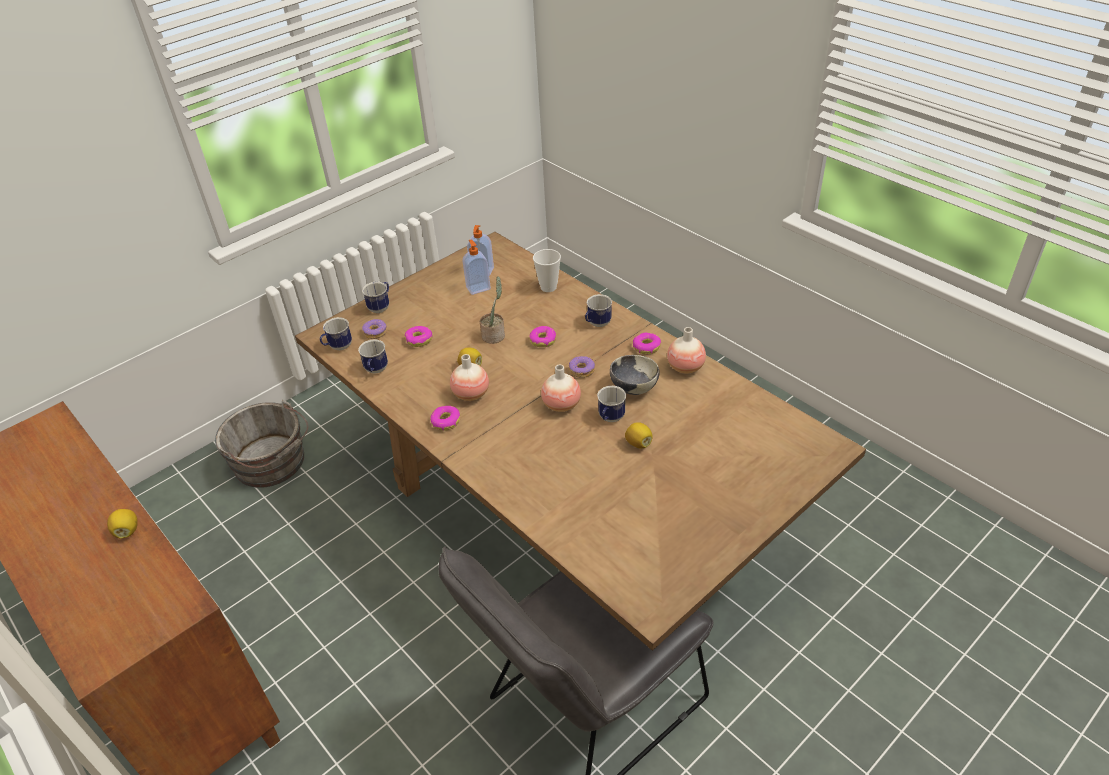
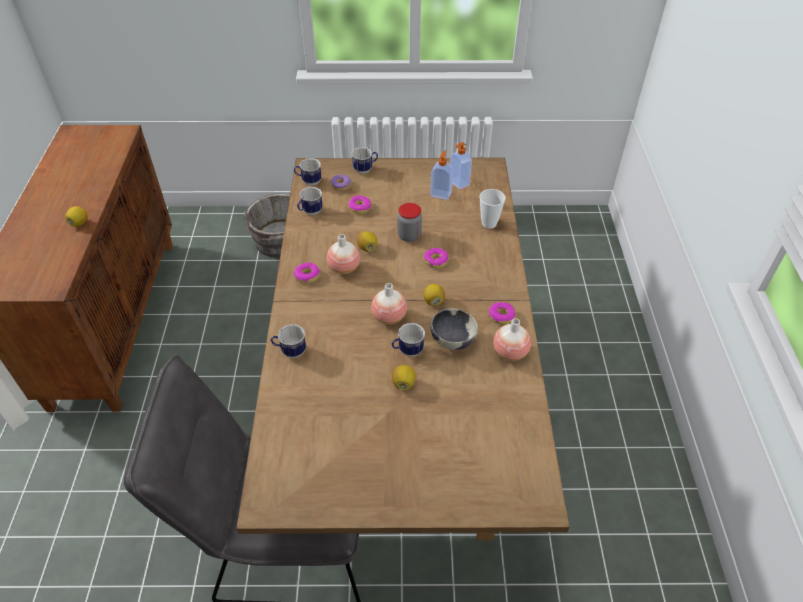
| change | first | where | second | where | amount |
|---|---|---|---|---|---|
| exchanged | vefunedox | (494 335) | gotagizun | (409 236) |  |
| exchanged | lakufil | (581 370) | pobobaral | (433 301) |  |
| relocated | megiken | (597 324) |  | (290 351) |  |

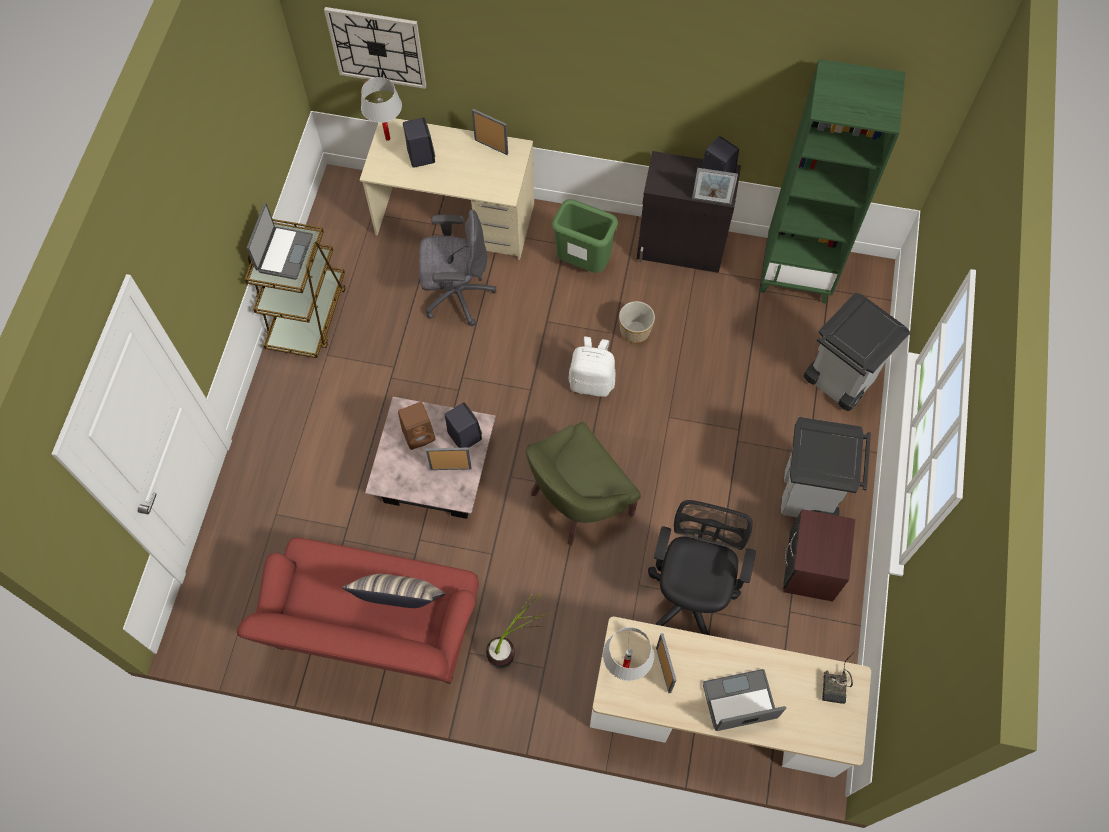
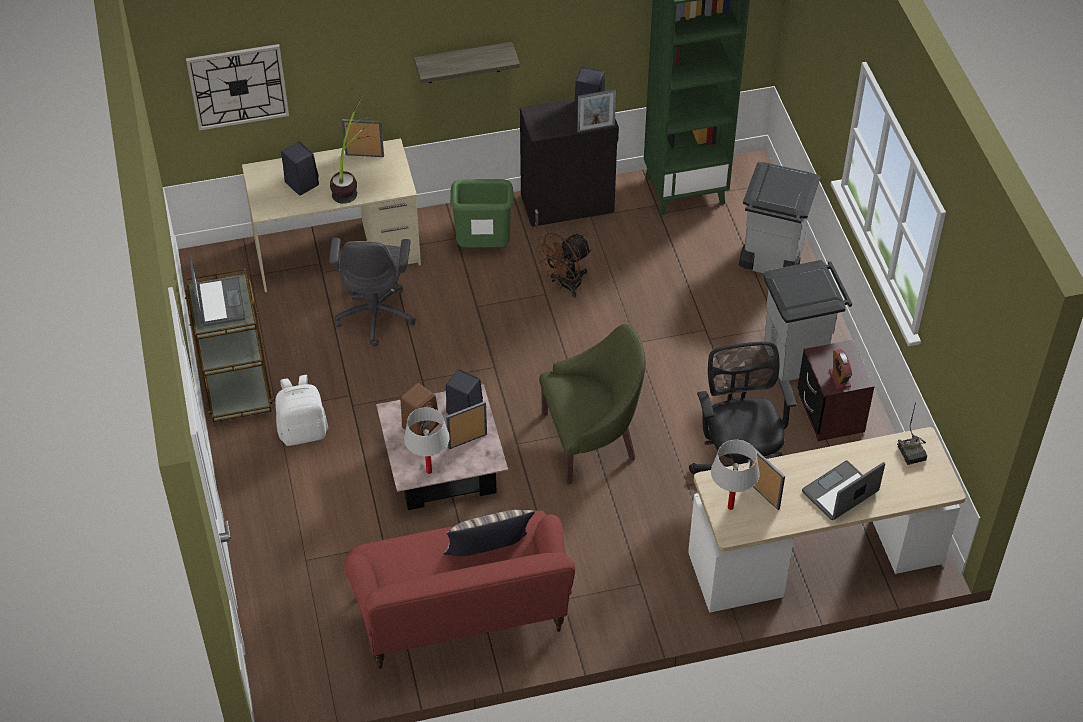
| change | first | where | second | where | amount |
|---|---|---|---|---|---|
| relocated | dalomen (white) | (388 138) |  | (429 471) |  |
| spun | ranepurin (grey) | (456 295) |  | (376 314) | 120 degrees clockwise |
| relocated | vefunedox | (514 644) |  | (352 184) |  |
| spun | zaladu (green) | (577 500) |  | (591 440) | 135 degrees counterclockwise |
| relocated | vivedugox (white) | (592 381) |  | (303 431) |  |
| exchanged | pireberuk | (635 331) | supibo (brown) | (565 285) |  |
| appeared |  |  | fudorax | (463 63) |  |
| appeared |  |  | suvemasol | (839 378) |  |

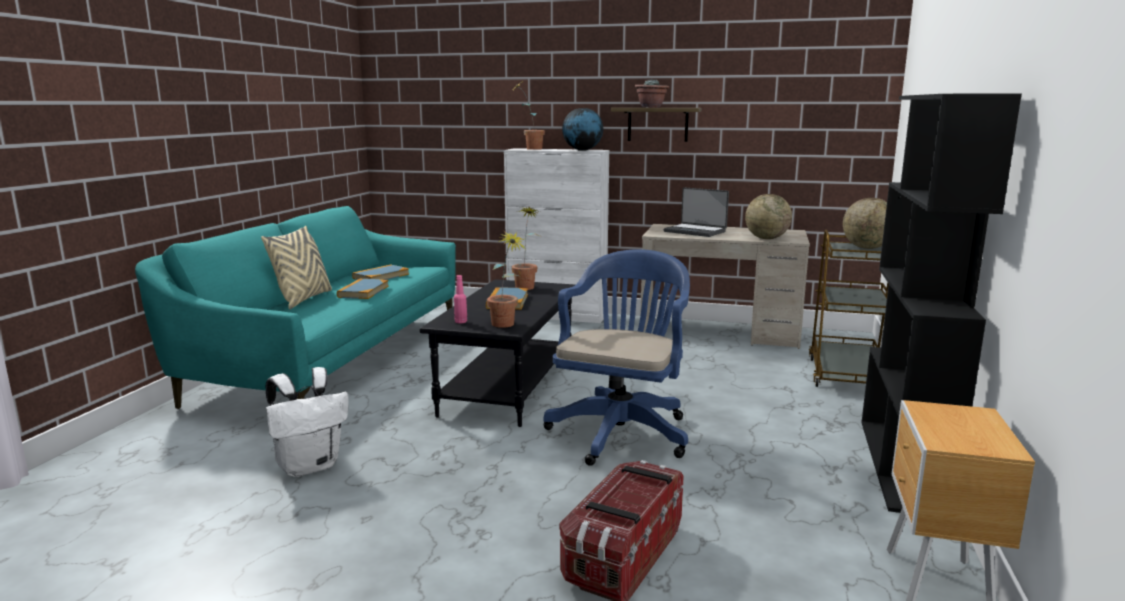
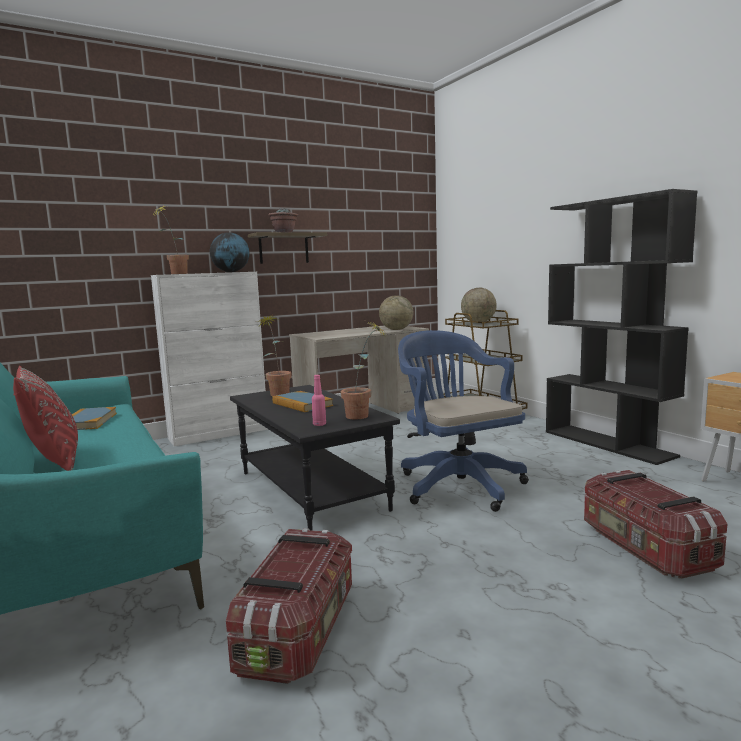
| change | first | where | second | where | amount |
|---|---|---|---|---|---|
| colour | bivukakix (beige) | (303 299) | bivukakix (red) | (54 461) |  |
| exchanged | vivedugox (white) | (310 466) | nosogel | (299 630) |  |
| missing | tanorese | (363 291) |  |  |  |
| missing | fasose | (695 231) |  |  |  |

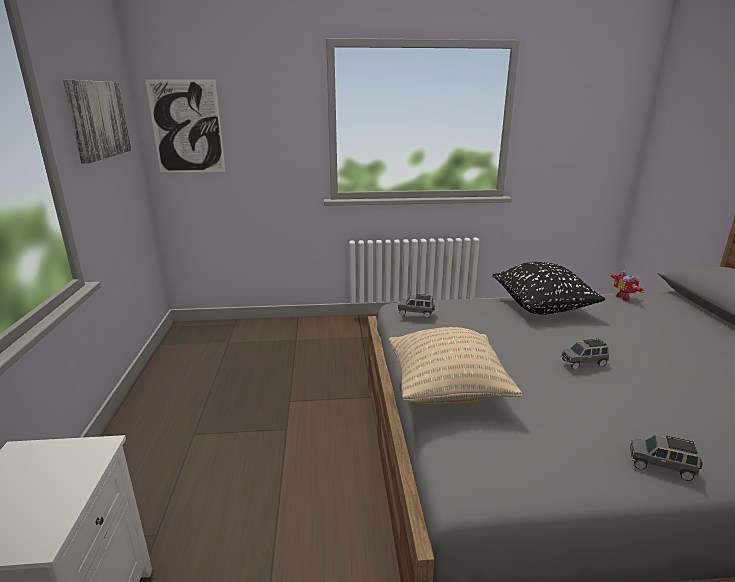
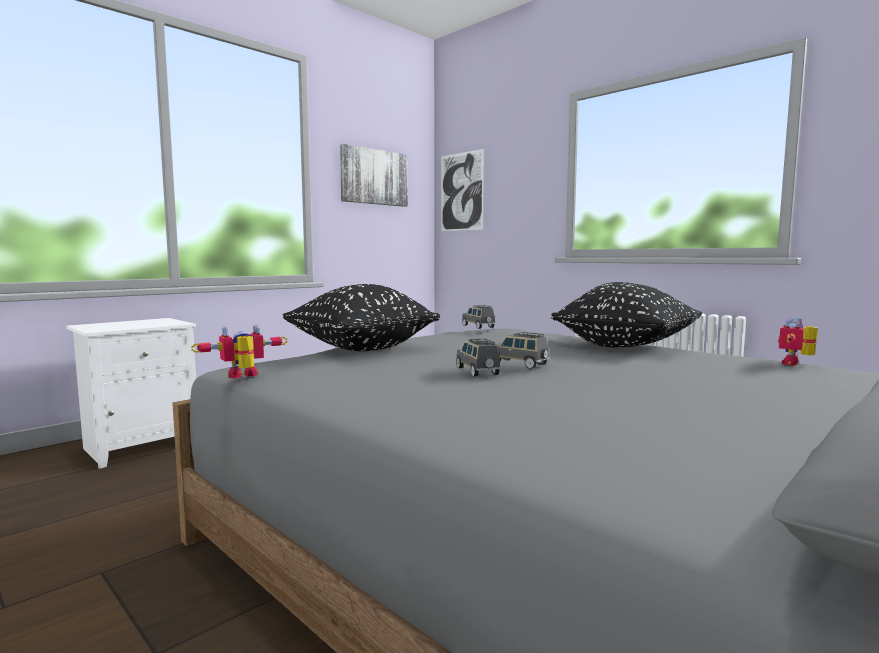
| change | first | where | second | where | amount |
|---|---|---|---|---|---|
| colour | bivukakix (beige) | (447 391) | bivukakix (black) | (362 348) |  |
| relocated | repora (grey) | (661 466) |  | (477 371) |  |
| appeared |  |  | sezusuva | (244 377) |  |

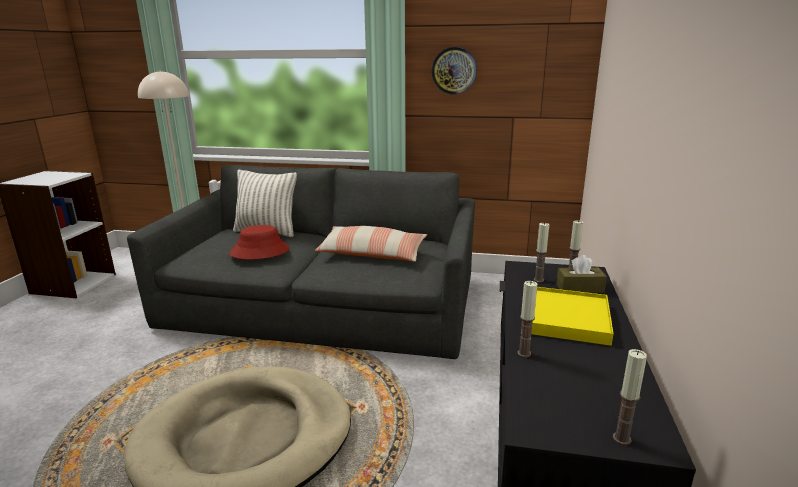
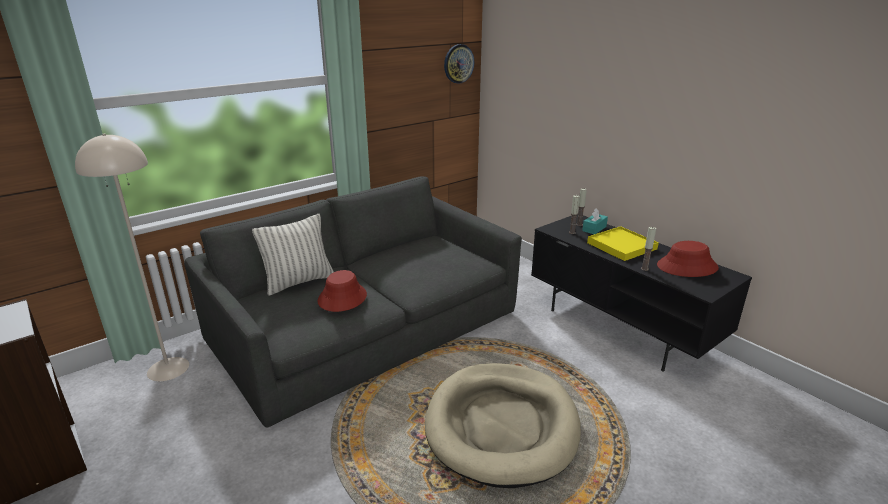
| change | first | where | second | where | amount |
|---|---|---|---|---|---|
| missing | bivukakix | (372 254) |  |  |  |
| relocated | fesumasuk | (454 70) |  | (458 63) |  |
| colour | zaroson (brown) | (579 288) | zaroson (turquoise) | (594 229) |  |
| missing | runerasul | (621 438) |  |  |  |
| appeared |  |  | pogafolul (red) | (687 267) |  |

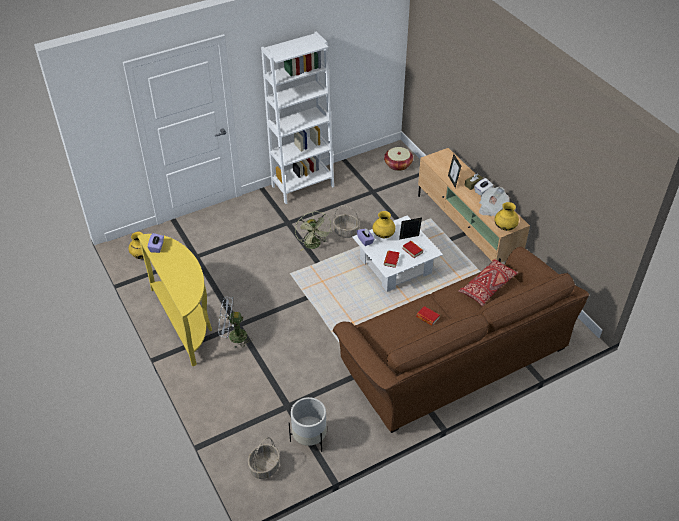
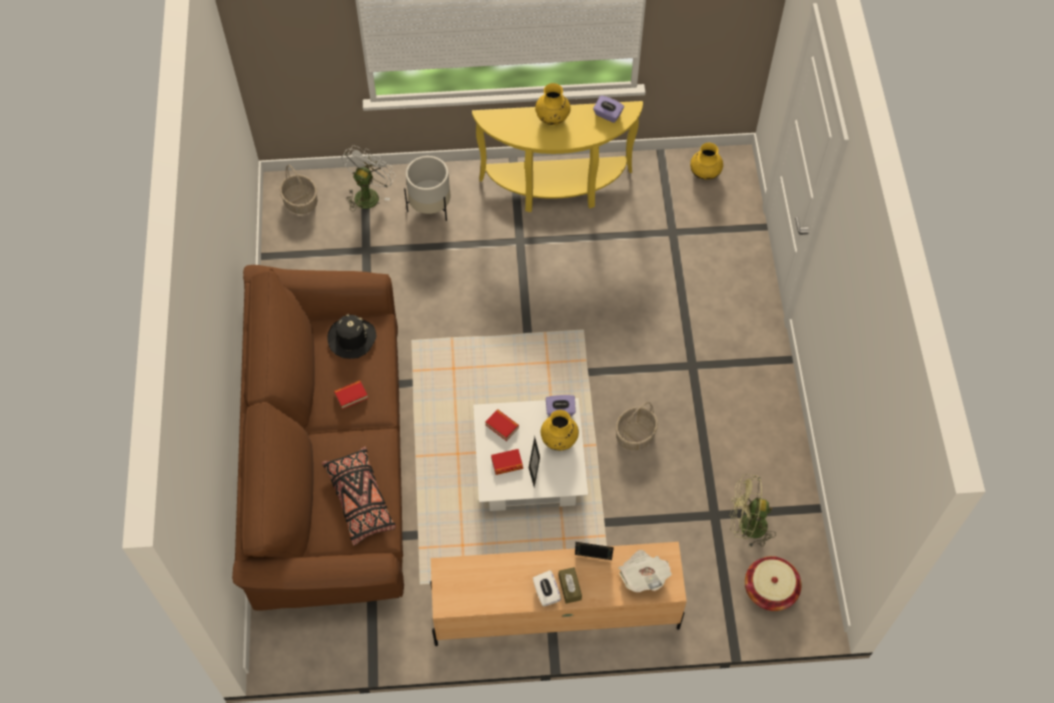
| change | first | where | second | where | amount |
|---|---|---|---|---|---|
| relocated | supibo (white) | (233 337) |  | (368 194) |  |
| missing | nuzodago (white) | (302 186) |  |  |  |
| relocated | pireberuk (white) | (309 438) |  | (430 206) |  |
| relocated | supibo (green) | (314 246) |  | (746 526) |  |
| colour | bivukakix (red) | (487 287) | bivukakix (black) | (360 500) |  |
| relocated | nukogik | (491 208) |  | (643 575) |  |
| relocated | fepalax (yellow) | (505 227) |  | (552 118) |  |
| appeared |  |  | pogafolul (black) | (351 338) |  |

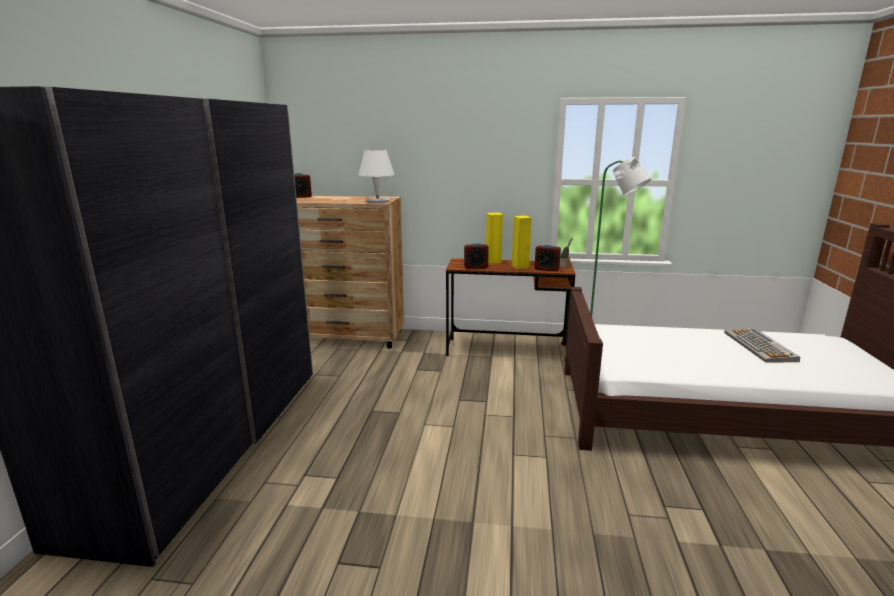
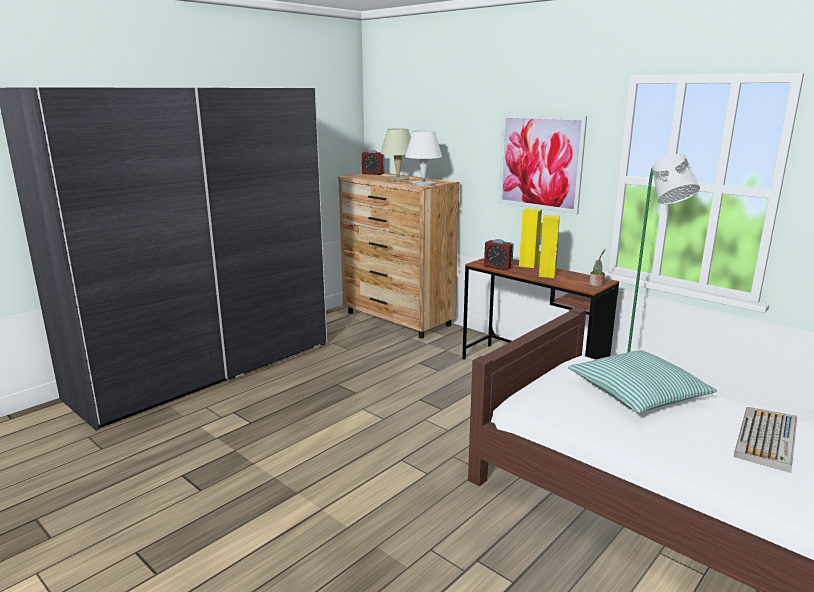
| change | first | where | second | where | amount |
|---|---|---|---|---|---|
| missing | suvemasol | (547 269) |  |  |  |
| appeared |  |  | dalomen (beige) | (398 179) |  |
| appeared |  |  | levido | (540 162) |  |
| appeared |  |  | bivukakix | (638 393) |  |

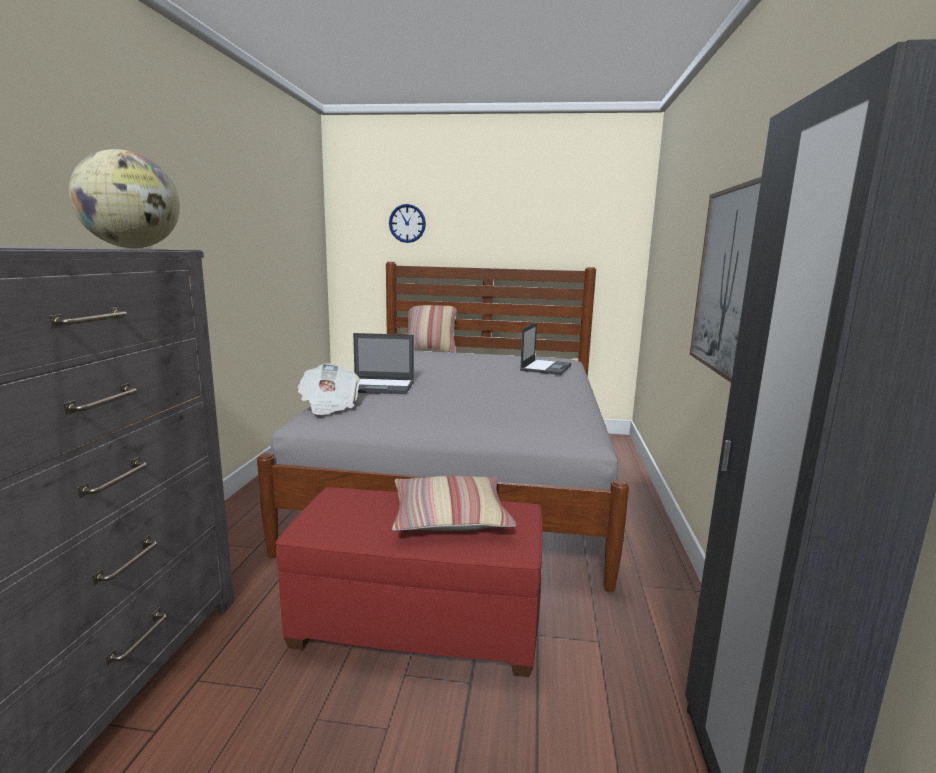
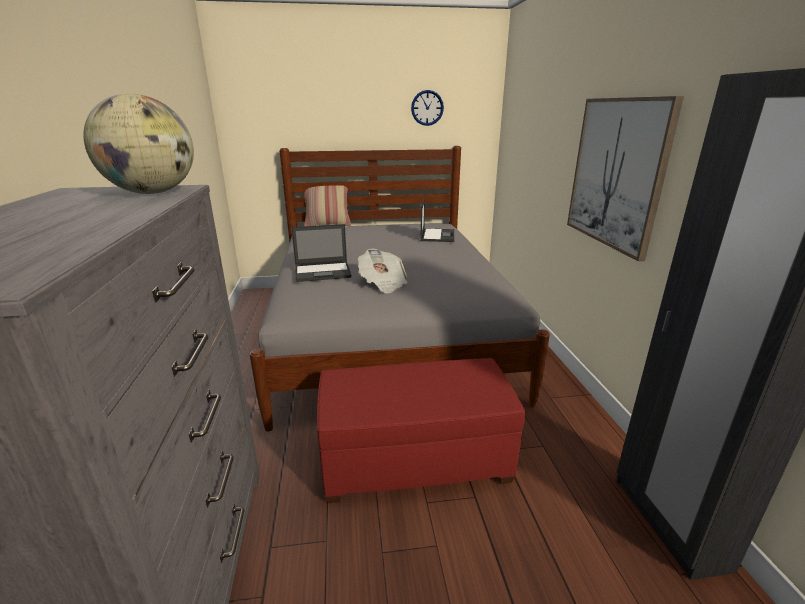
| change | first | where | second | where | amount |
|---|---|---|---|---|---|
| relocated | nukogik | (329 405) |  | (383 283) |  |
| relocated | fesumasuk | (407 223) |  | (427 108) |  |
| missing | bivukakix | (450 516) |  |  |  |

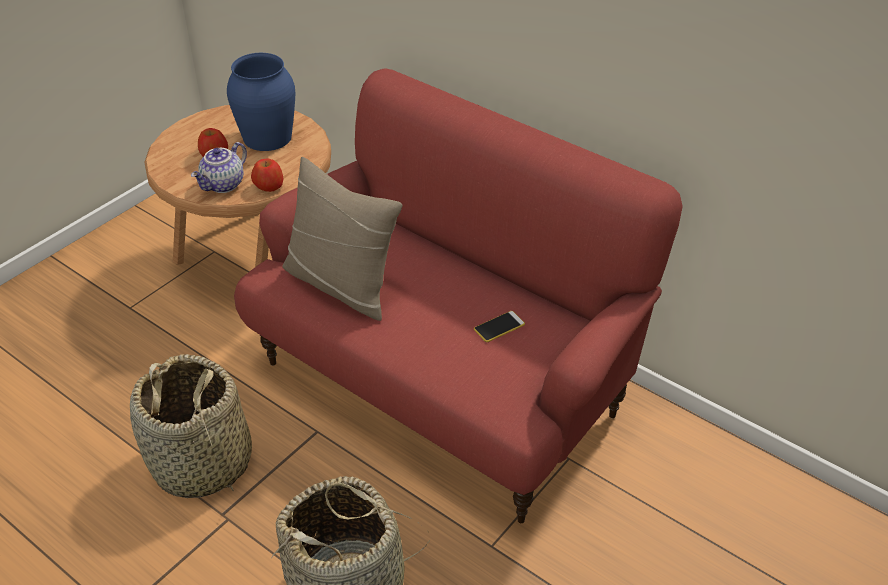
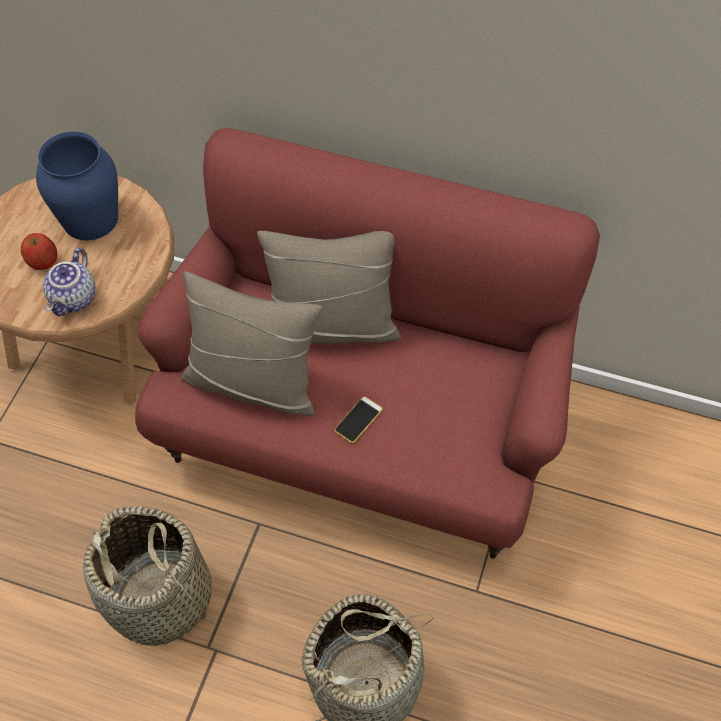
| change | first | where | second | where | amount |
|---|---|---|---|---|---|
| missing | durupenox | (269 186) |  |  |  |
| relocated | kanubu | (499 327) |  | (358 420) |  |
| appeared |  |  | bivukakix (beige) | (331 326) |  |

